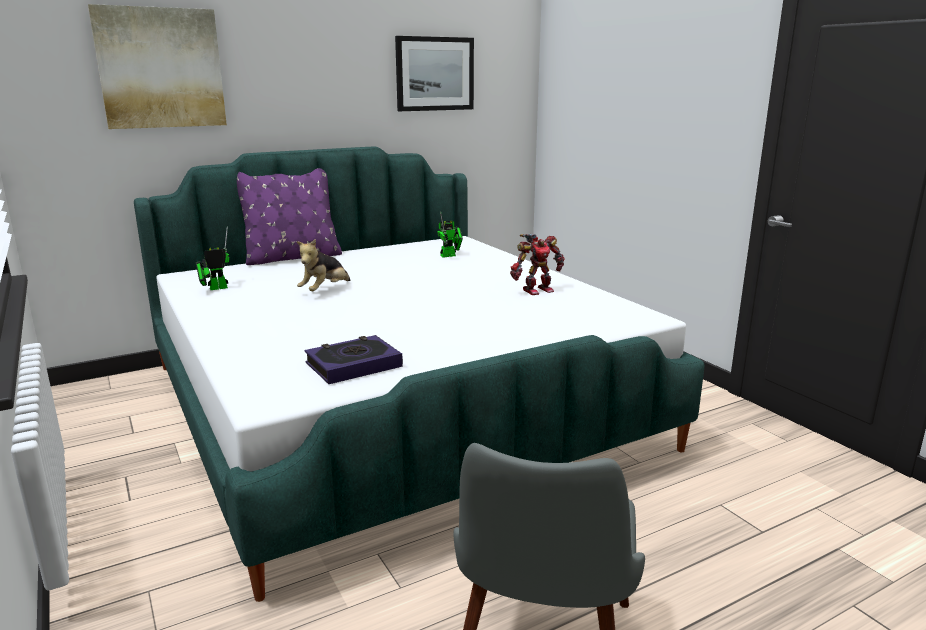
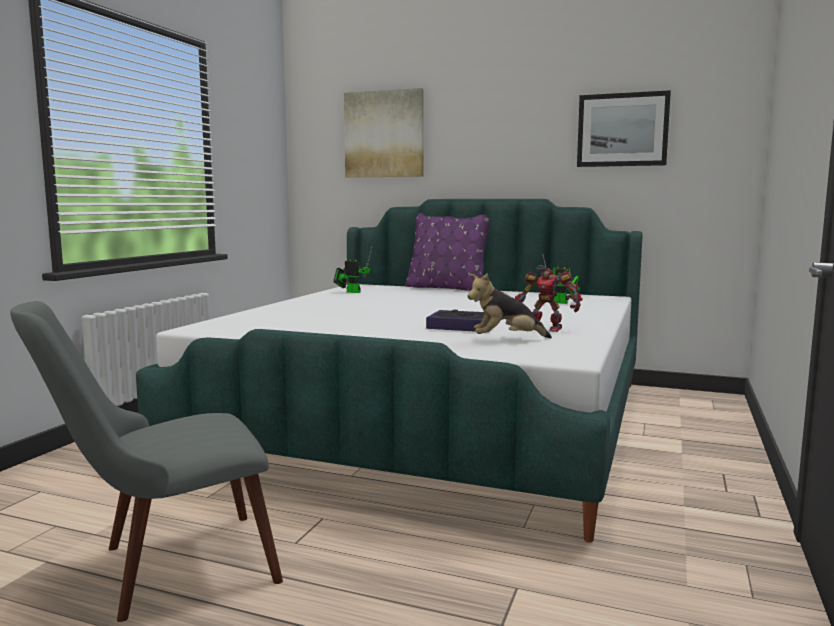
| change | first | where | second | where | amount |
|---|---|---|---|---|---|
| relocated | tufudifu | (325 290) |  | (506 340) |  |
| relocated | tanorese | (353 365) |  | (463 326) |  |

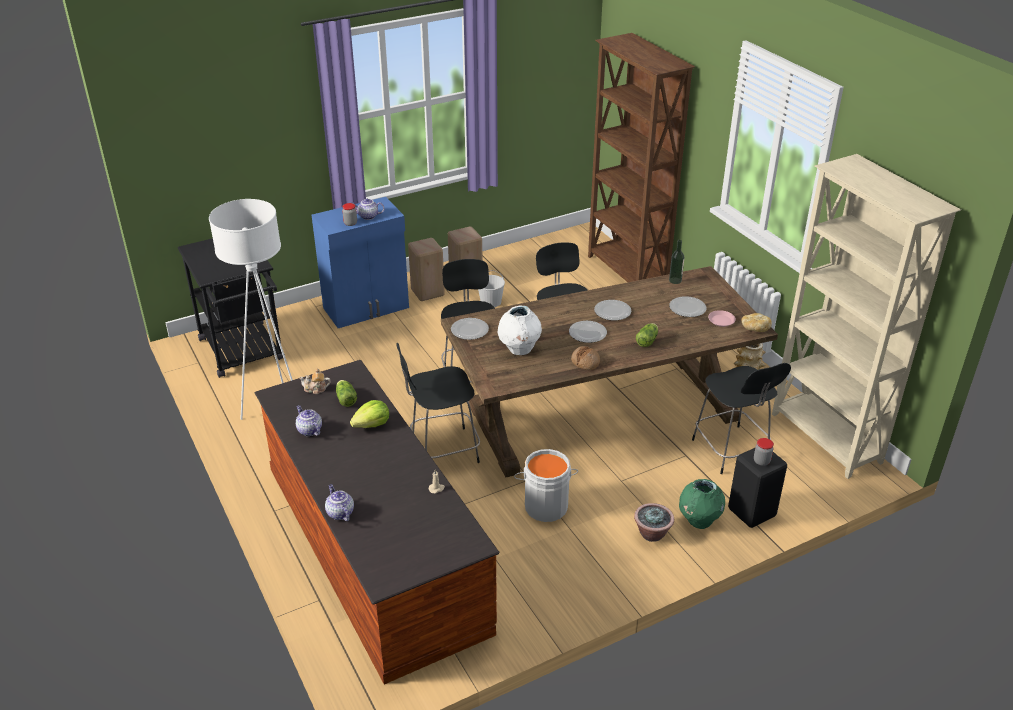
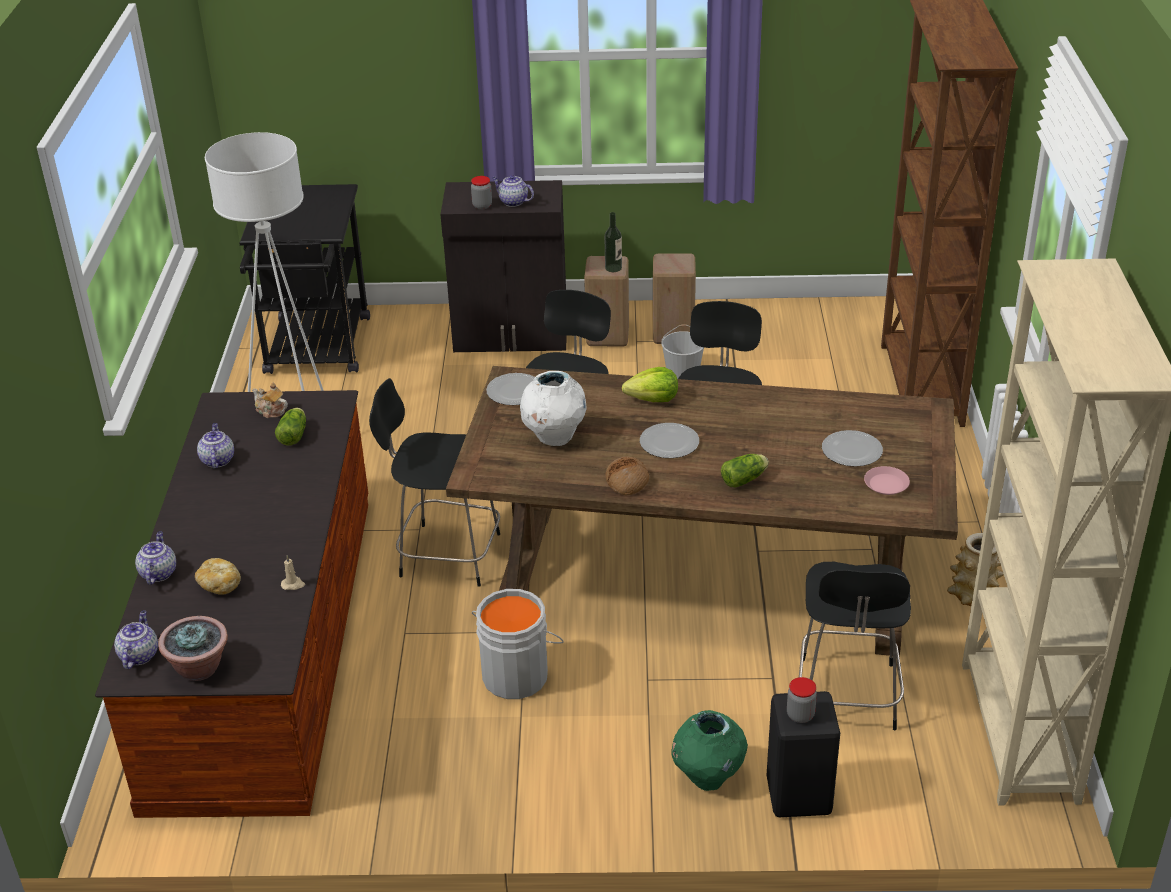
| change | first | where | second | where | amount |
|---|---|---|---|---|---|
| colour | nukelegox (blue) | (367 308) | nukelegox (black) | (511 336) |  |
| relocated | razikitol | (372 424) |  | (653 399) |  |
| missing | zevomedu | (612 312) |  |  |  |
| relocated | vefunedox | (652 534) |  | (199 668) |  |
| relocated | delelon | (675 280) |  | (613 268) |  |
| relocated | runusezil | (754 328) |  | (220 584) |  |
| appeared |  |  | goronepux | (139 655) |  |

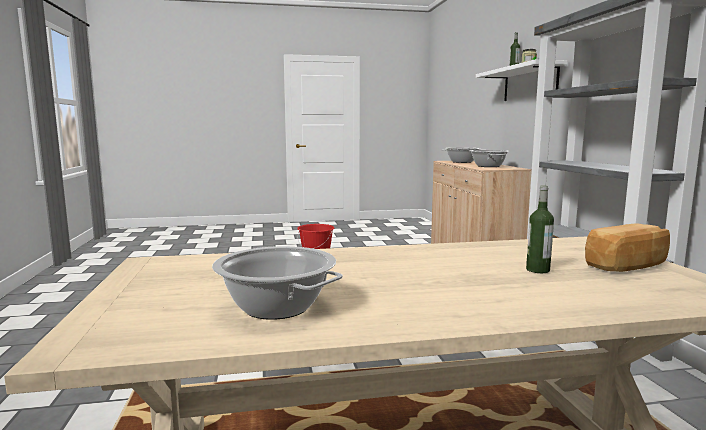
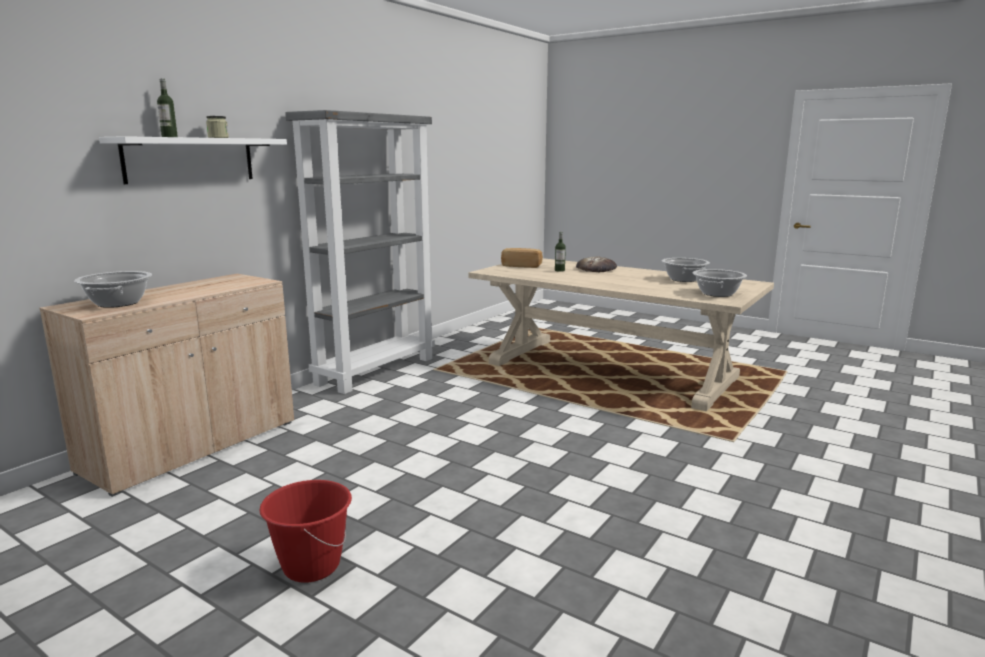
| change | first | where | second | where | amount |
|---|---|---|---|---|---|
| relocated | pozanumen | (488 166) |  | (717 294) |  |
| appeared |  |  | runusezil | (596 268) |  |

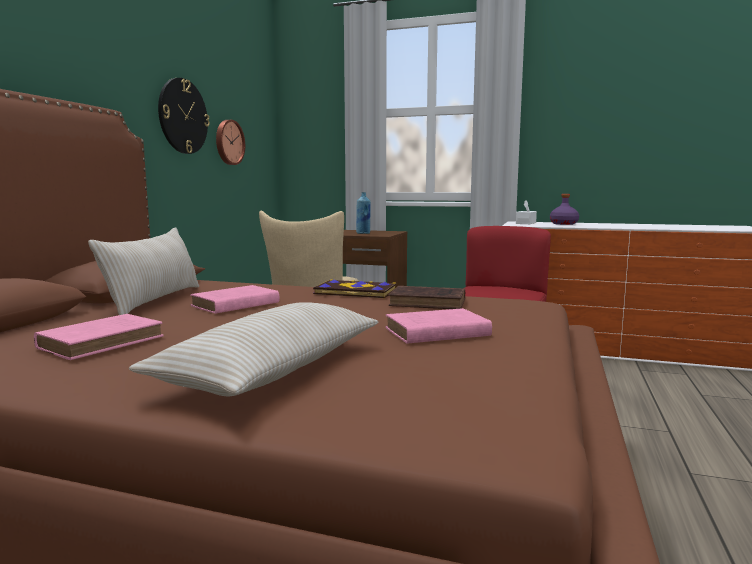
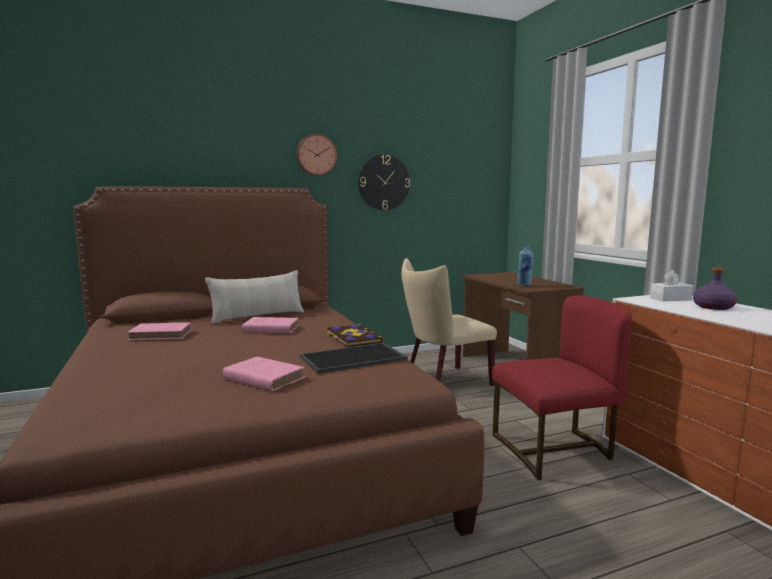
| change | first | where | second | where | amount |
|---|---|---|---|---|---|
| missing | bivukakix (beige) | (273 369) |  |  |  |
| relocated | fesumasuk | (228 142) |  | (316 155) |  |
| exchanged | tanorese (brown) | (430 303) | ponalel | (353 359) |  |

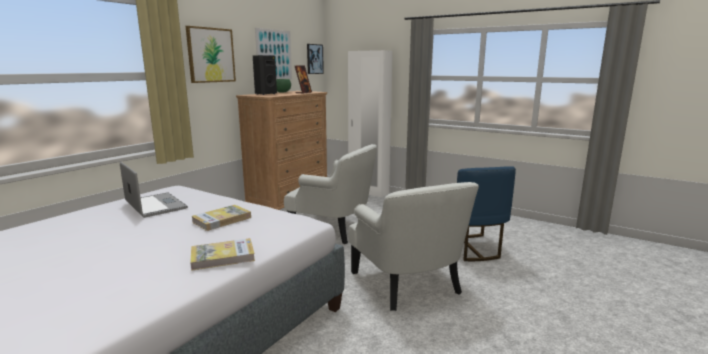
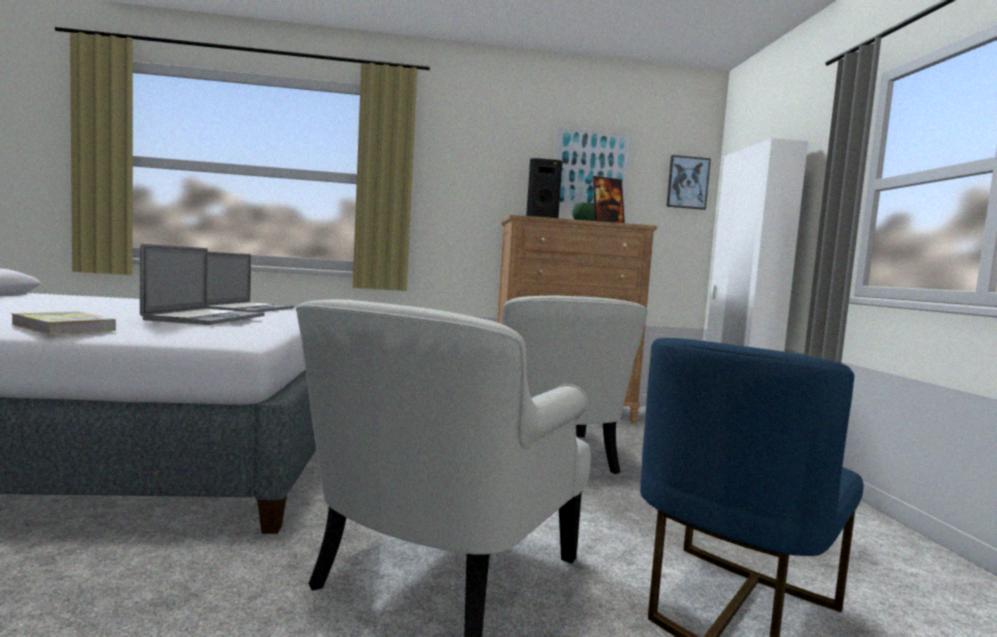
| change | first | where | second | where | amount |
|---|---|---|---|---|---|
| missing | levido | (211 55) |  |  |  |
| exchanged | tanorese | (222 220) | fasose | (206 318) |  |

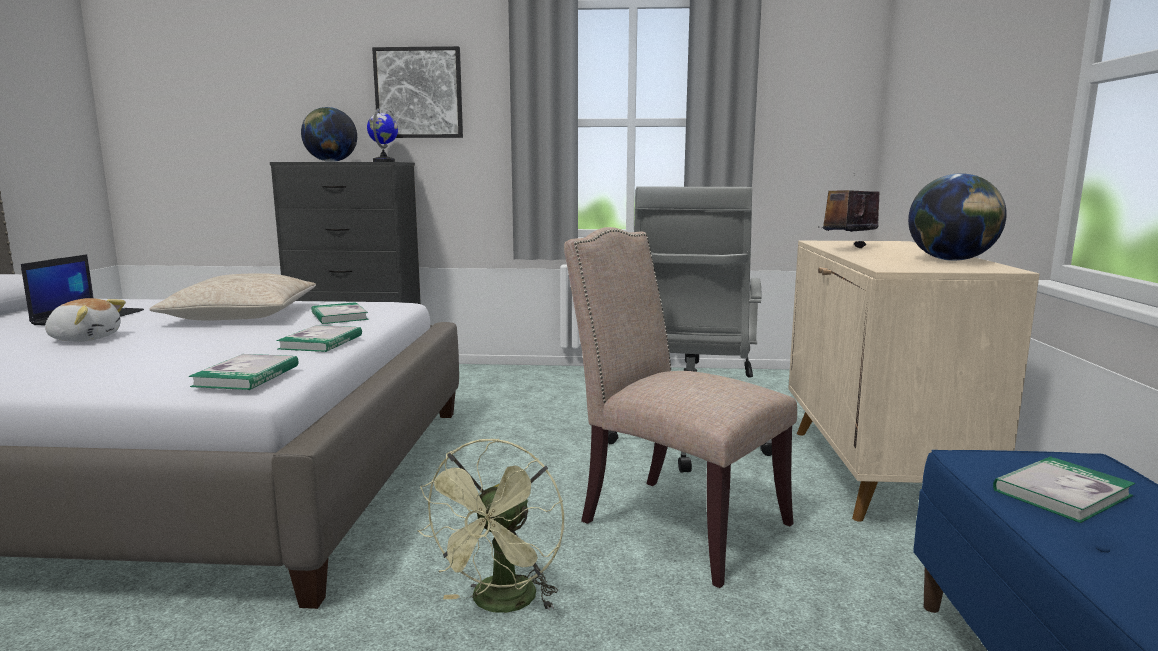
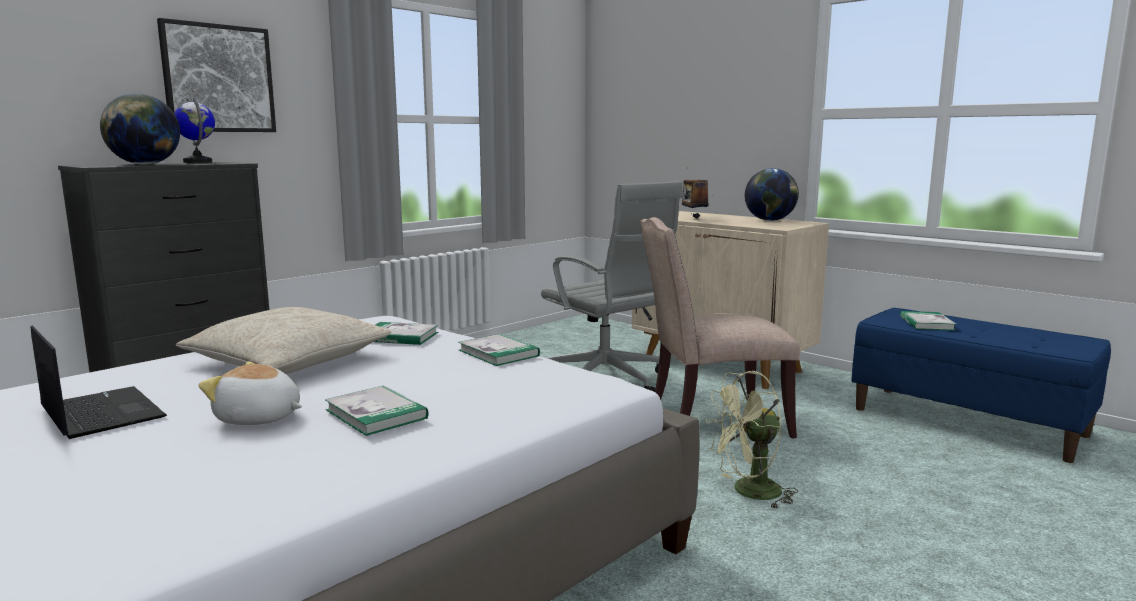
| change | first | where | second | where | amount |
|---|---|---|---|---|---|
| spun | tufudifu | (85 338) |  | (258 419) | 120 degrees counterclockwise |
| relocated | tanorese | (247 376) |  | (376 414) |  |
| spun | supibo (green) | (500 604) |  | (748 492) | 105 degrees clockwise |

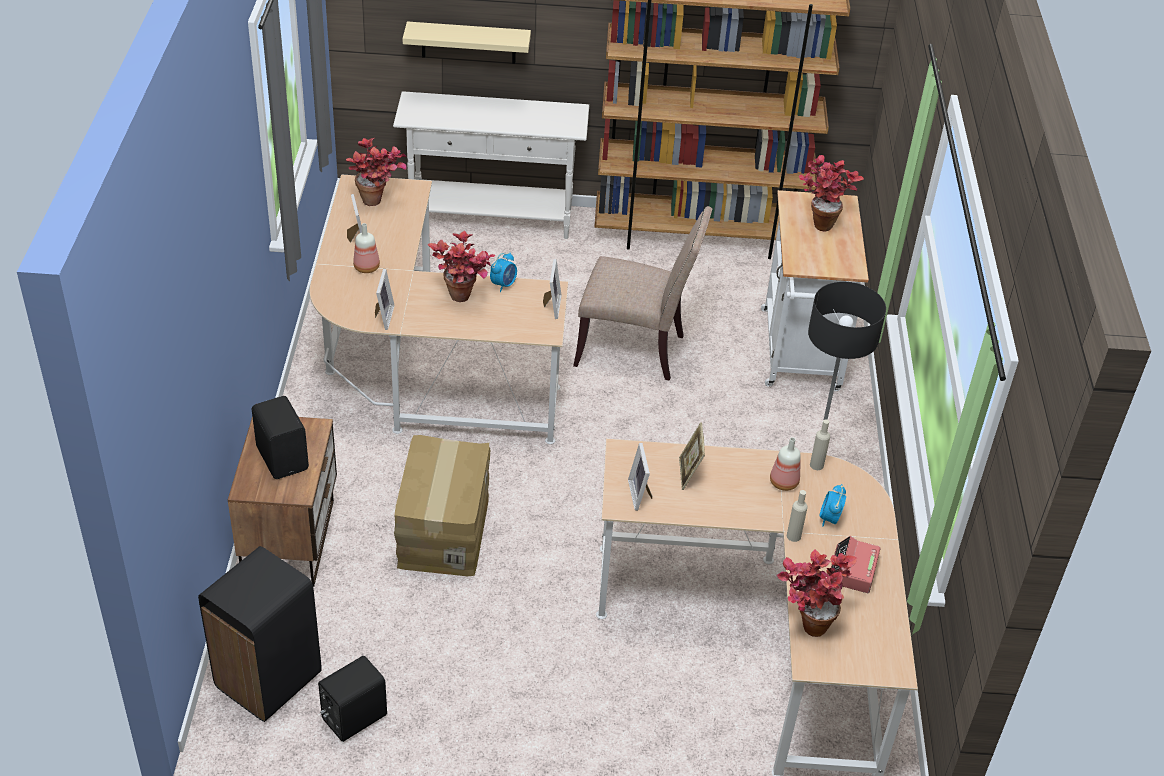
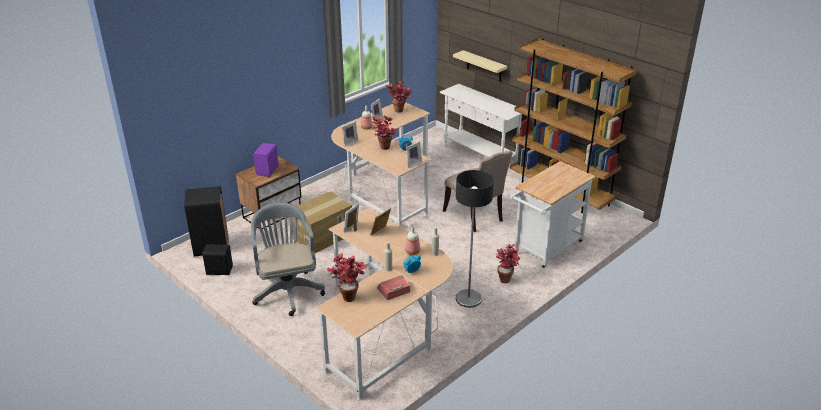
| change | first | where | second | where | amount |
|---|---|---|---|---|---|
| colour | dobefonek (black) | (283 457) | dobefonek (purple) | (268 170) |  |
| relocated | vefunedox | (821 221) |  | (506 278) |  |
| appeared |  |  | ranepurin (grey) | (287 290) |  |

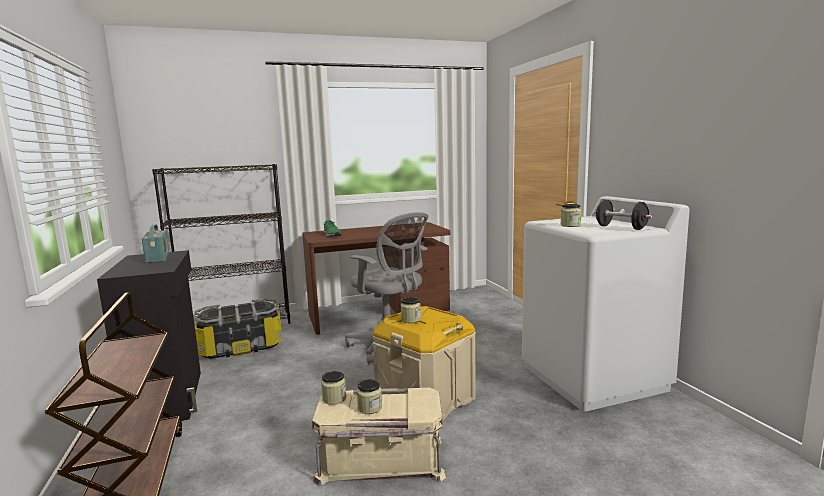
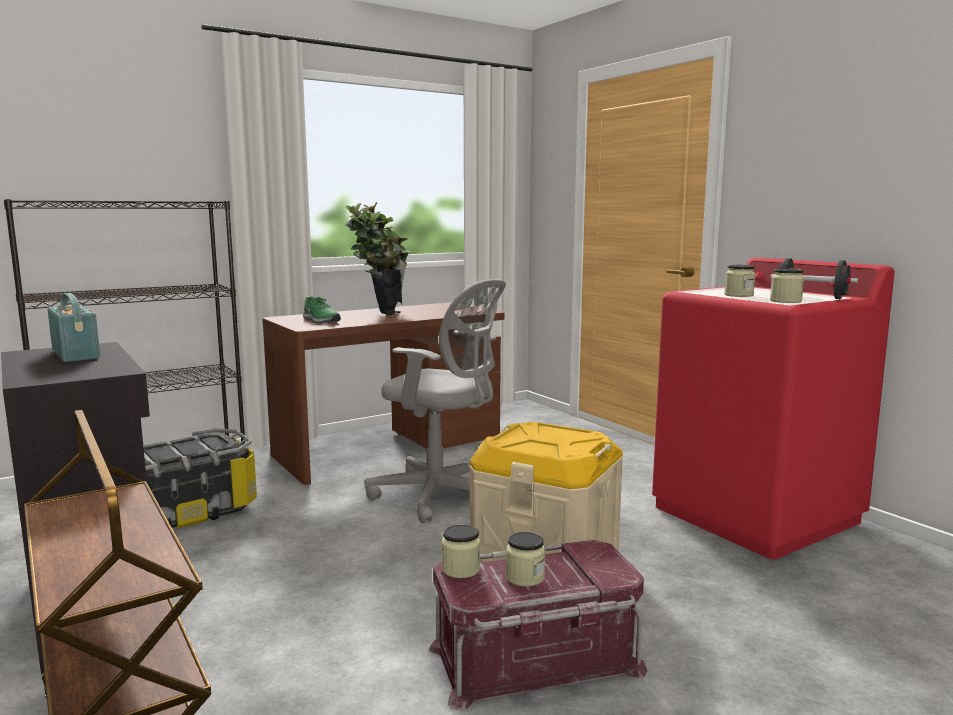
| change | first | where | second | where | amount |
|---|---|---|---|---|---|
| colour | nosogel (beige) | (380 461) | nosogel (red) | (536 661) |  |
| relocated | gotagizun | (410 320) |  | (785 301) |  |
| colour | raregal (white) | (593 378) | raregal (red) | (756 515) |  |
| appeared |  |  | vefunedox | (378 312) |  |

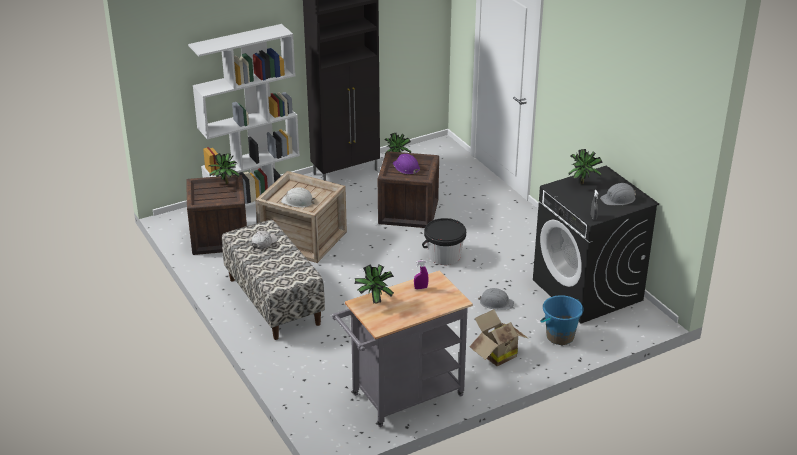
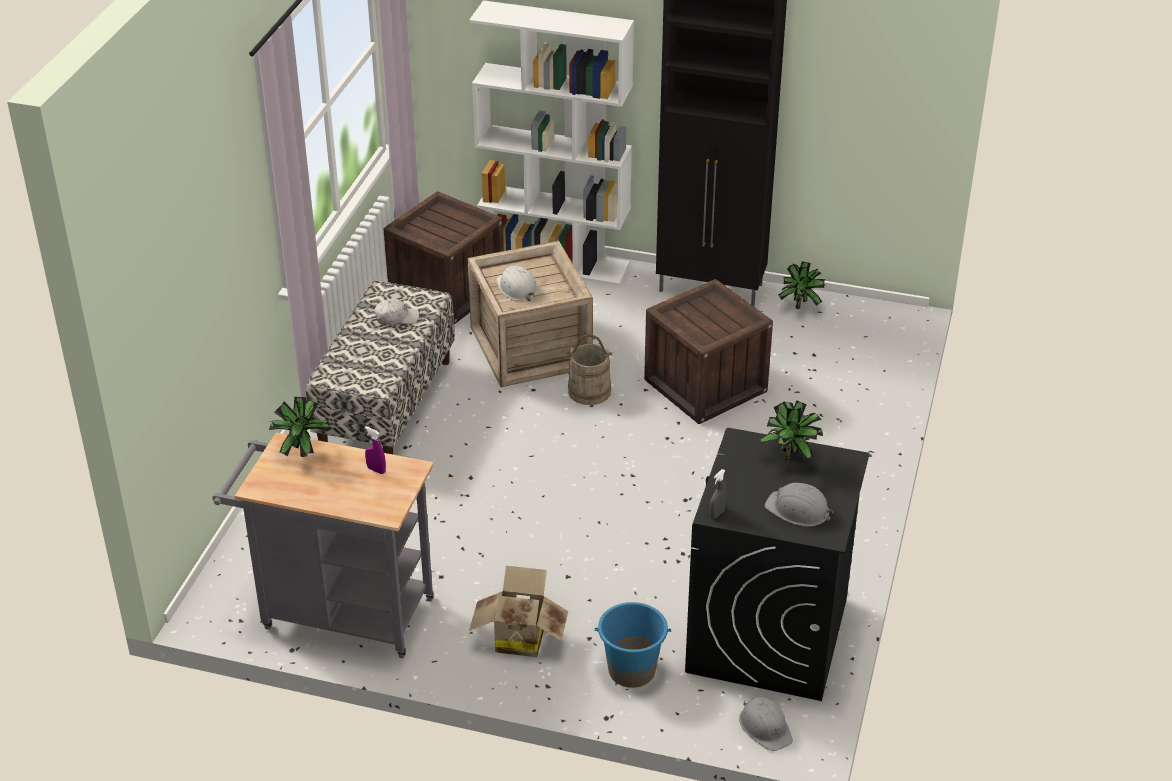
| change | first | where | second | where | amount |
|---|---|---|---|---|---|
| missing | vefunedox | (225 184) |  |  |  |
| missing | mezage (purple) | (406 167) |  |  |  |
| missing | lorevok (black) | (444 256) |  |  |  |
| relocated | mezage (grey) | (496 303) |  | (765 727) |  |
| appeared |  |  | lorevok (beige) | (589 391) |  |

